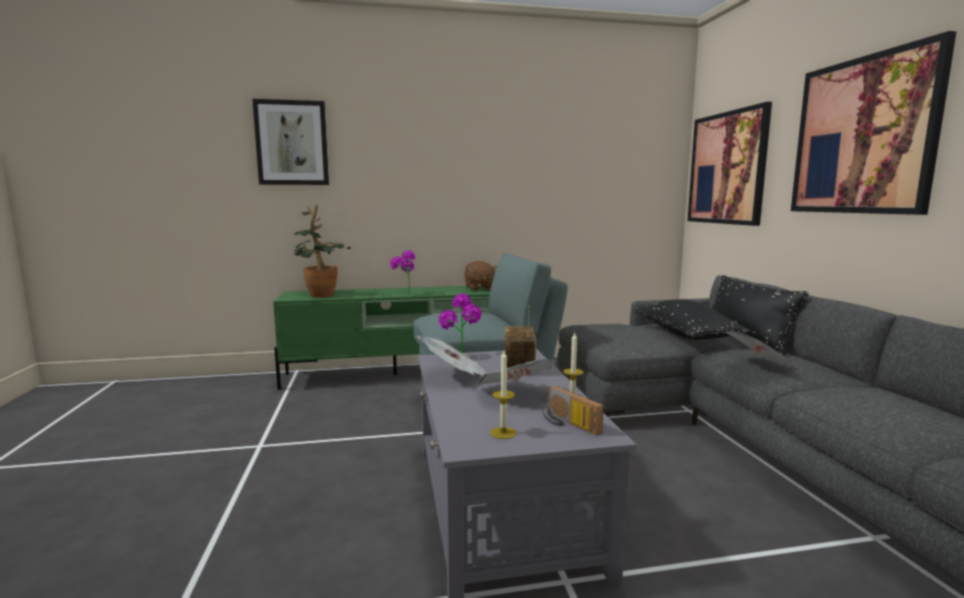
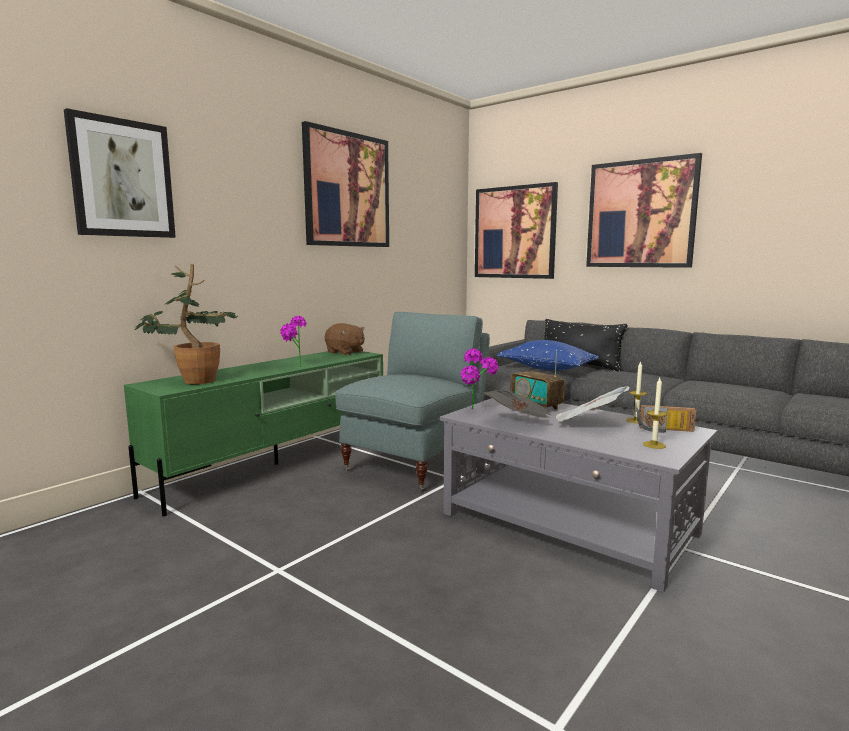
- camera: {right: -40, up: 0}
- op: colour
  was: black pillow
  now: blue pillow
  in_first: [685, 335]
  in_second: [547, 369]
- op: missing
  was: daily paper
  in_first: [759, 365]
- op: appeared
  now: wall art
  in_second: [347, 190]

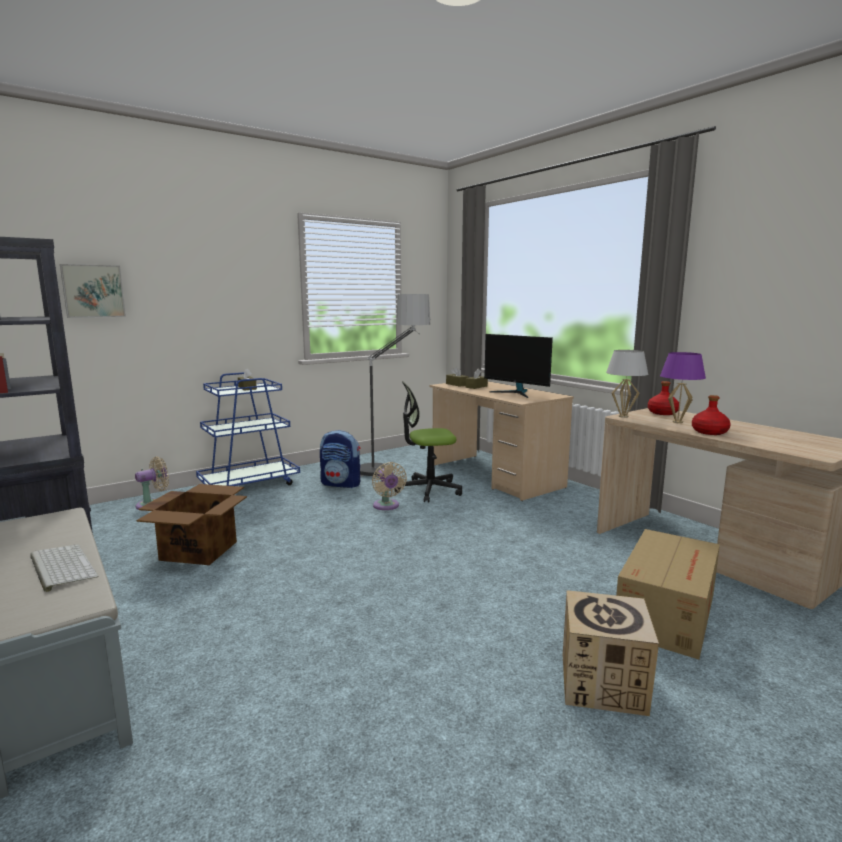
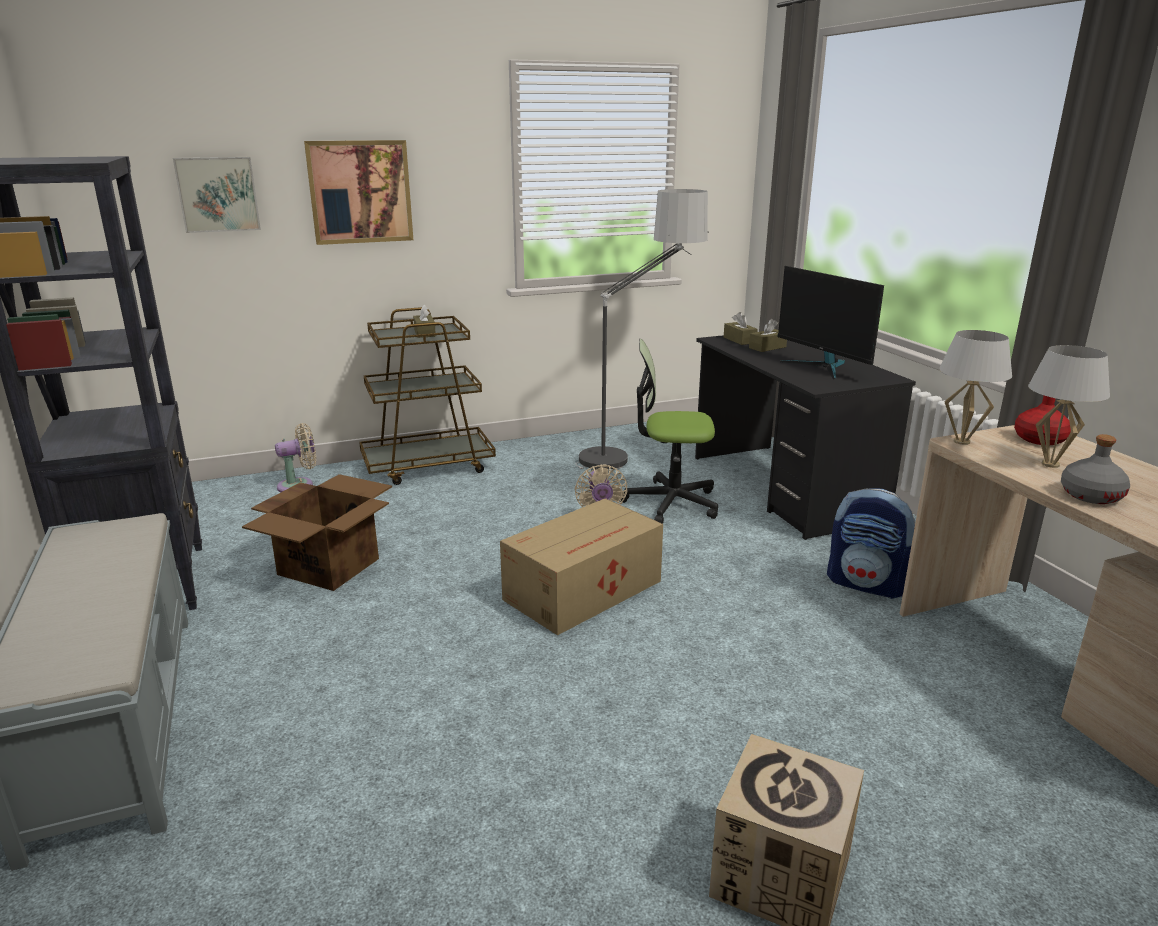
- camera: {right: 15, up: 10}
- op: missing
  was: keyboard
  in_first: [61, 567]
- op: colour
  was: blue wheeled cart
  now: brown-coloured wheeled cart
  in_first: [250, 484]
  in_second: [428, 466]
- op: relocated
  was: backpack
  in_first: [341, 484]
  in_second: [867, 584]
- op: colour
  was: sand-coloured desk table
  now: black desk table
  in_first: [495, 476]
  in_second: [784, 488]
- op: relocated
  was: cardboard box
  in_first: [667, 612]
  in_second: [585, 590]
- op: colour
  was: purple tabletop lamp
  now: whitish tabletop lamp
  in_first: [677, 422]
  in_second: [1051, 464]
- op: colour
  was: red-coloured drink bottle
  now: grey drink bottle
  in_first: [709, 432]
  in_second: [1090, 495]
- op: appeared
  now: wall art
  in_second: [360, 192]

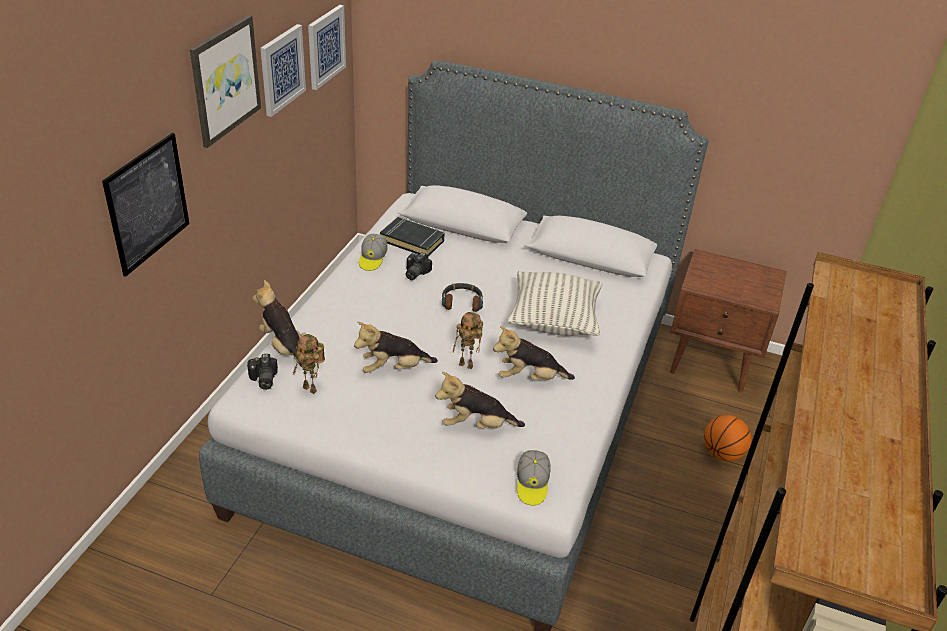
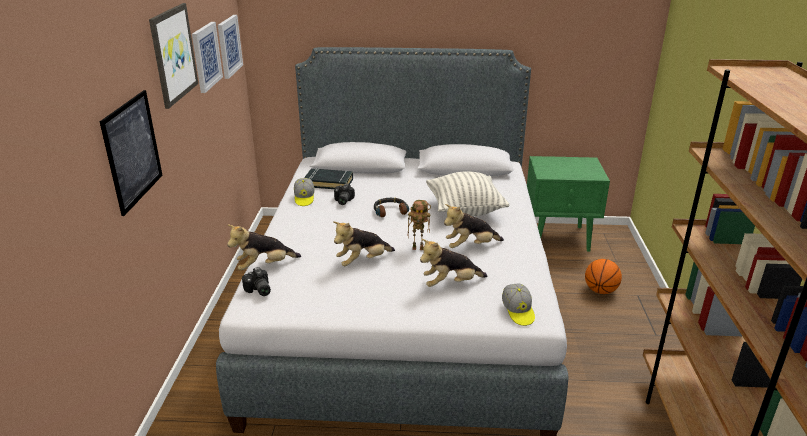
- camera: {right: -15, up: -10}
- op: spun
  was: soft toy
  in_first: [284, 348]
  in_second: [264, 266]
  clockwise: -60
- op: missing
  was: model robot
  in_first: [311, 389]
- op: colour
  was: brown-coloured night table
  now: green-coloured night table
  in_first: [712, 363]
  in_second: [559, 238]

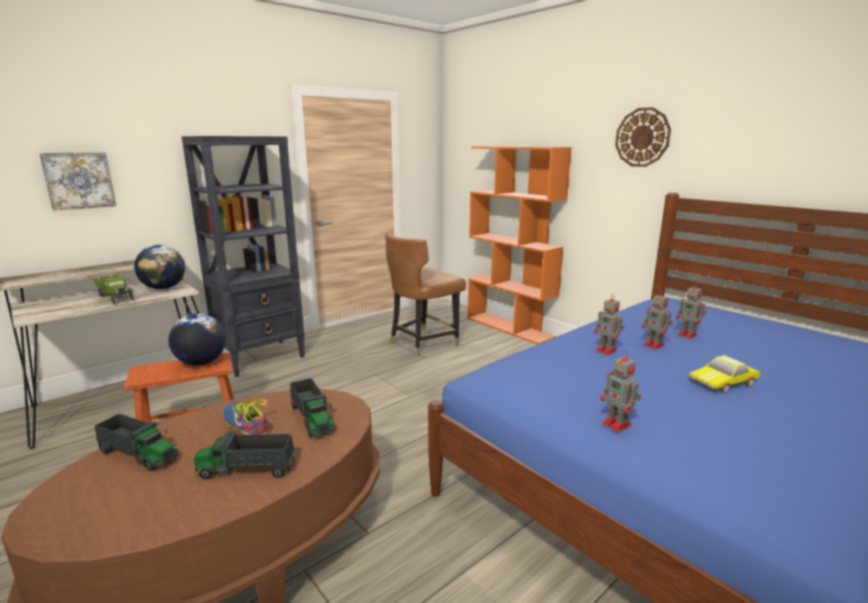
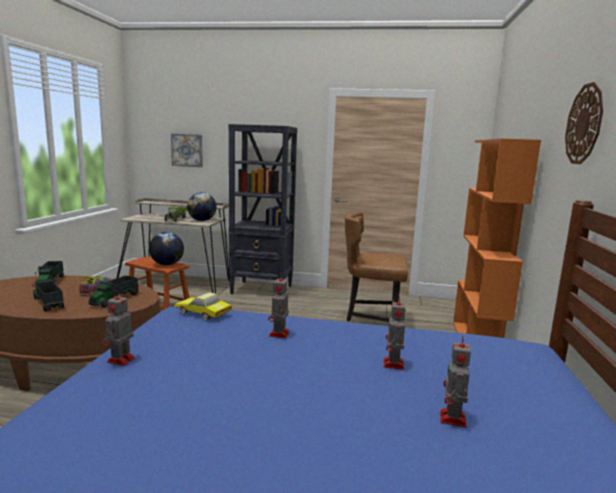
- camera: {right: 50, up: -5}
- op: relocated
  was: model robot
  in_first: [654, 345]
  in_second: [453, 420]
- op: relocated
  was: toy car
  in_first: [724, 382]
  in_second: [202, 313]

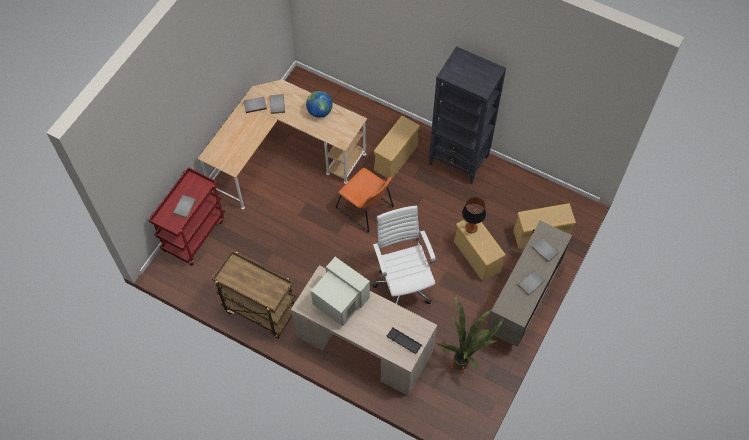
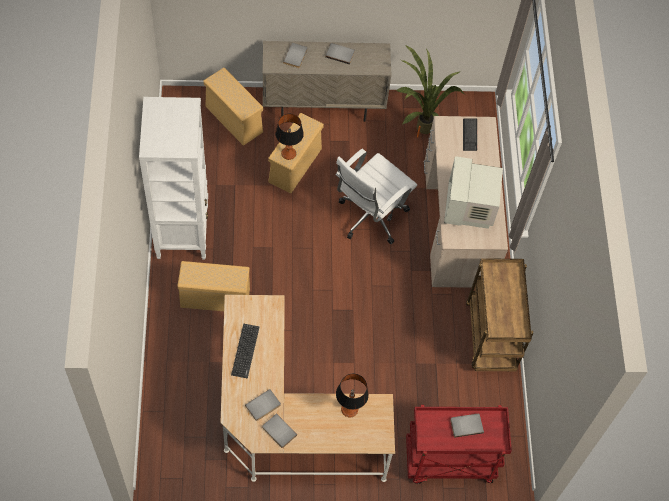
- camera: {right: -125, up: 0}
- op: exchanged
  was: globe
  now: keyboard
  in_first: [319, 111]
  in_second: [245, 351]
- op: missing
  was: orange plain chair
  in_first: [366, 209]
- op: colour
  was: black bookshelf
  now: whitish bookshelf
  in_first: [459, 161]
  in_second: [183, 231]
- op: appeared
  now: tabletop lamp
  in_second: [349, 409]

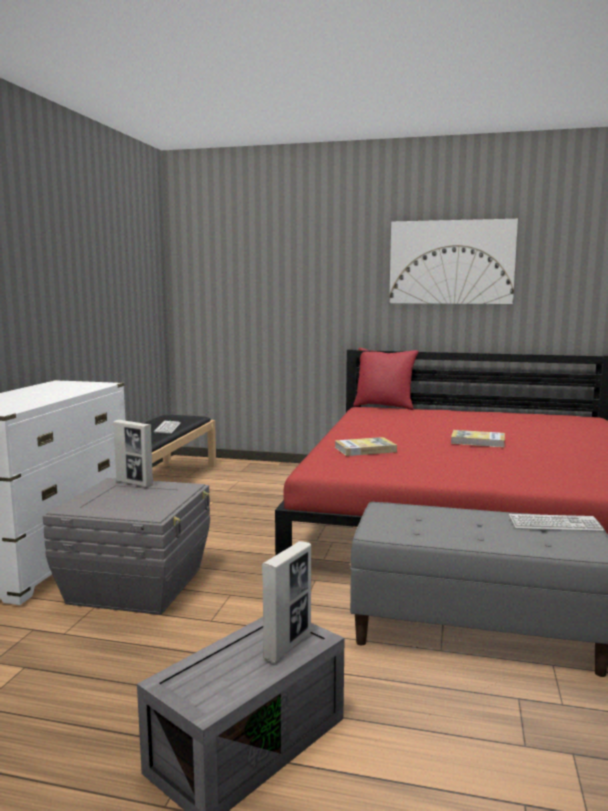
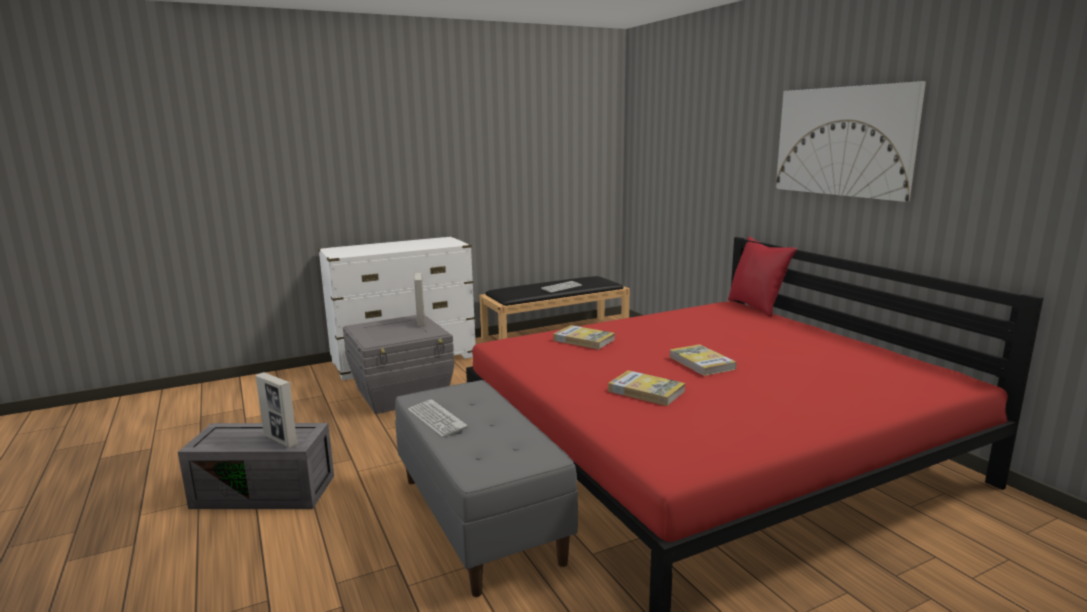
- camera: {right: 50, up: 5}
- op: spun
  was: photo frame
  in_first: [288, 645]
  in_second: [280, 440]
  clockwise: 45
- op: relocated
  was: keyboard
  in_first: [554, 524]
  in_second: [436, 419]
- op: appeared
  now: bound book
  in_second: [646, 391]

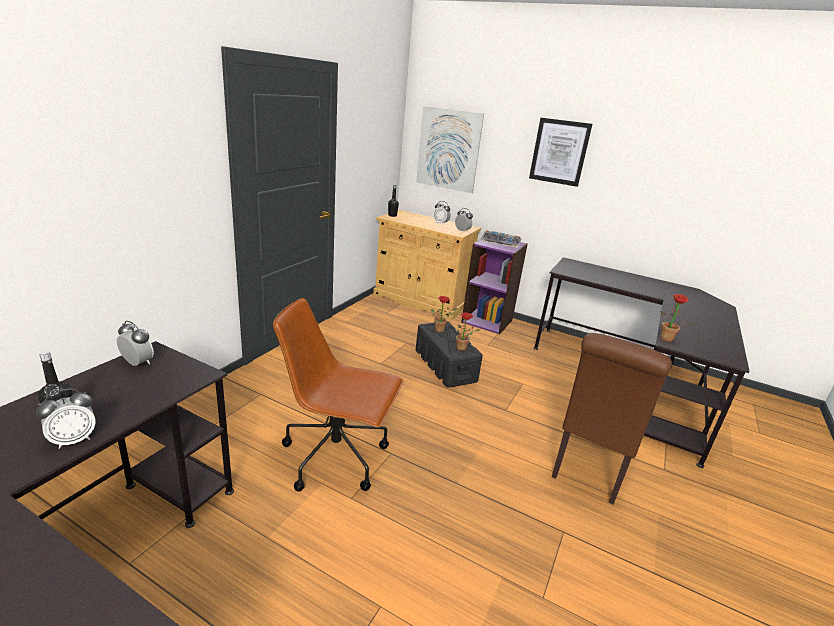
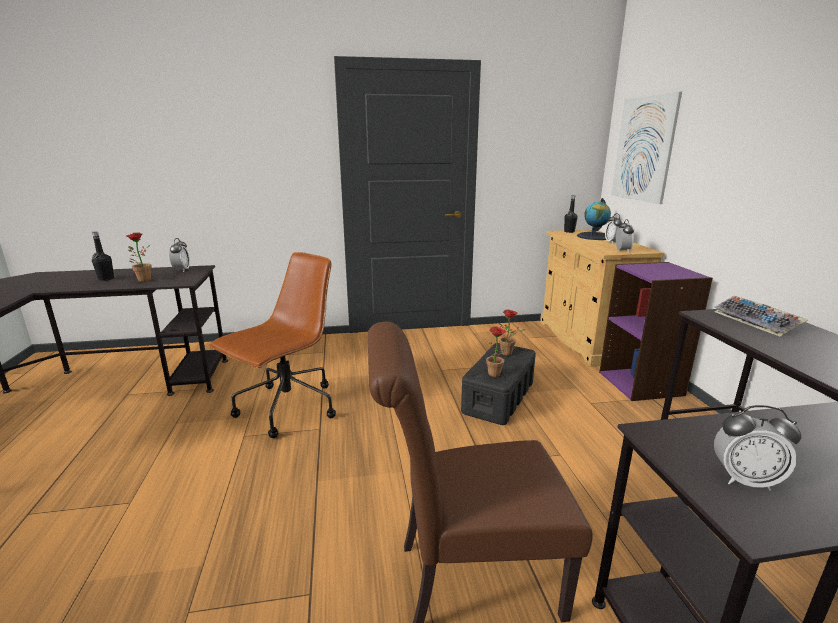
- camera: {right: 55, up: -5}
- op: relocated
  was: table clock
  in_first: [73, 440]
  in_second: [744, 480]
- op: spun
  was: brown-coloured desk chair
  in_first: [337, 457]
  in_second: [287, 409]
  clockwise: 60
- op: relocated
  was: keyboard
  in_first: [501, 242]
  in_second: [757, 322]
- op: missing
  was: wall art
  in_first: [559, 152]
- op: relocated
  was: potted plant
  in_first: [664, 339]
  in_second: [142, 279]
- op: appeared
  now: globe
  in_second: [594, 236]

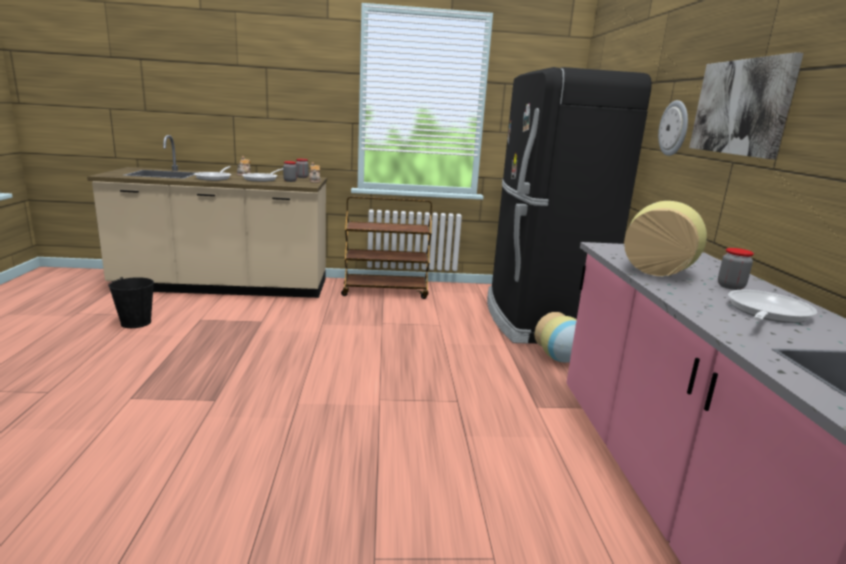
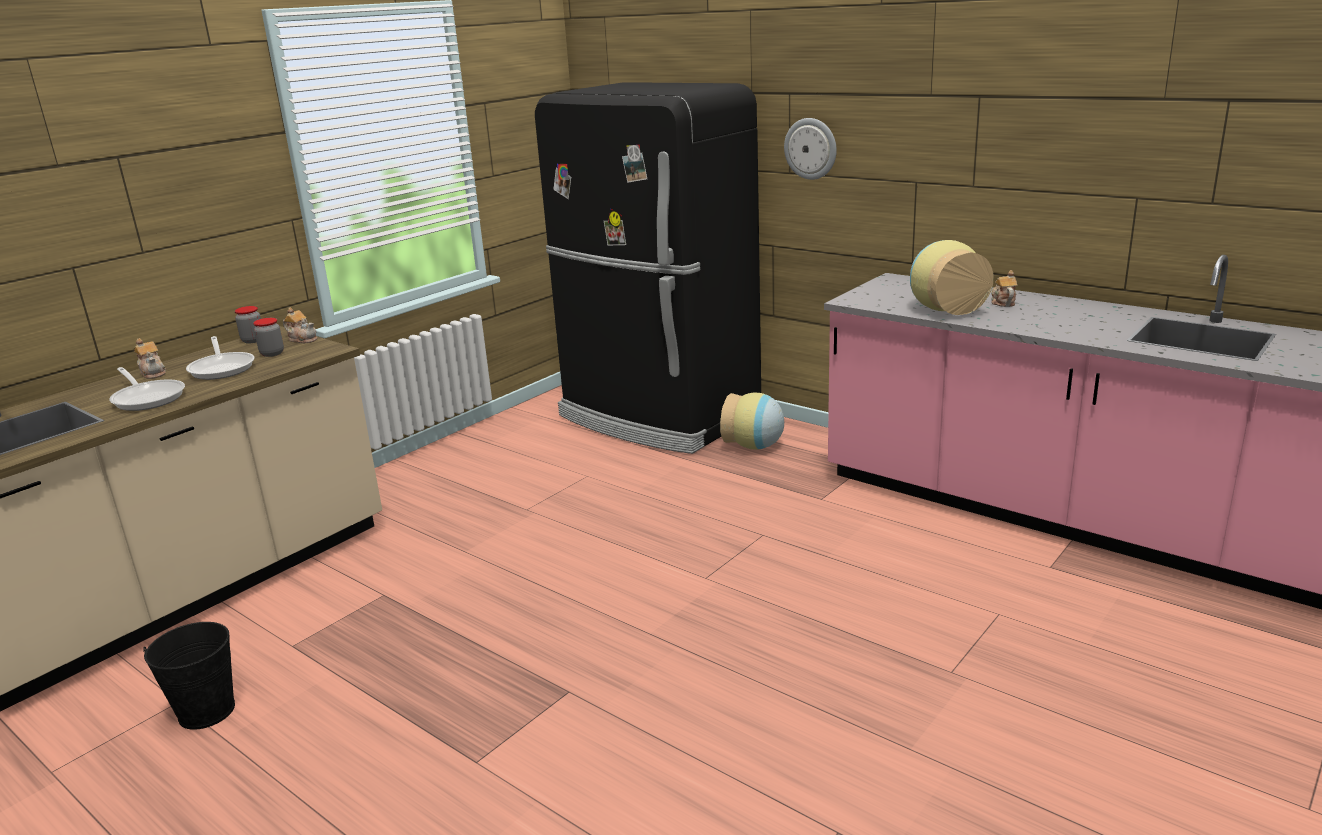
- camera: {right: -45, up: 5}
- op: missing
  was: brown-coloured wheeled cart
  in_first: [385, 291]
- op: missing
  was: wall art
  in_first: [741, 107]
- op: exchanged
  was: preserve jar
  now: tea pot
  in_first: [730, 286]
  in_second: [1002, 302]
- op: missing
  was: pan
  in_first: [766, 313]

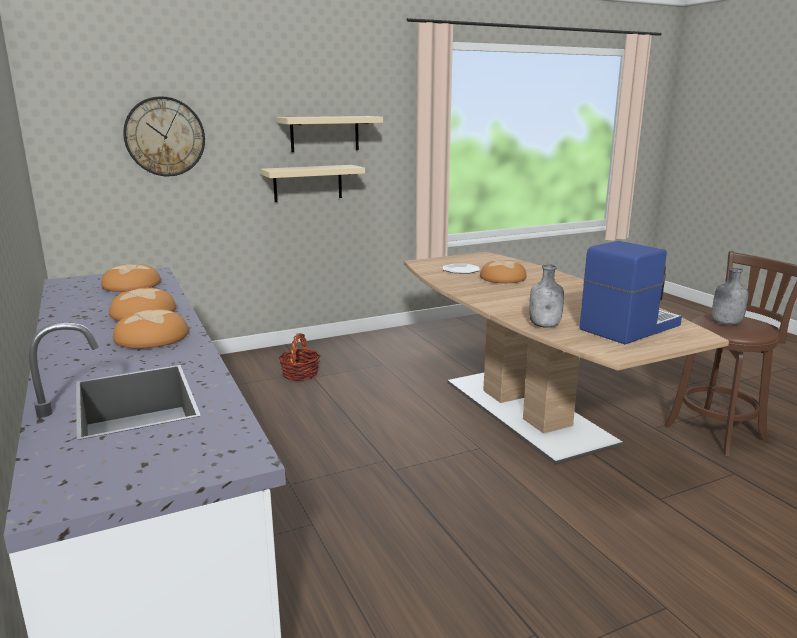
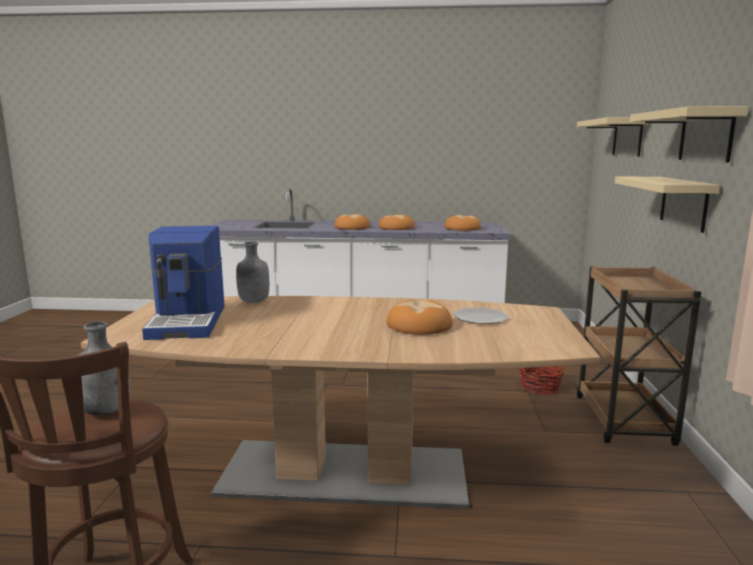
- camera: {right: 120, up: -5}
- op: exchanged
  was: wall clock
  now: sand-coloured shelf
  in_first: [164, 137]
  in_second: [627, 137]
- op: appeared
  now: brown-coloured wheeled cart
  in_second: [624, 421]

